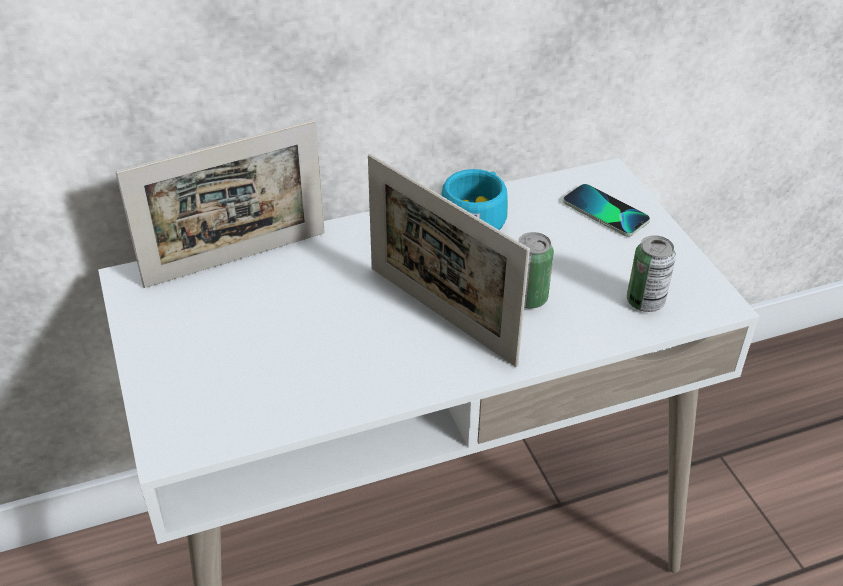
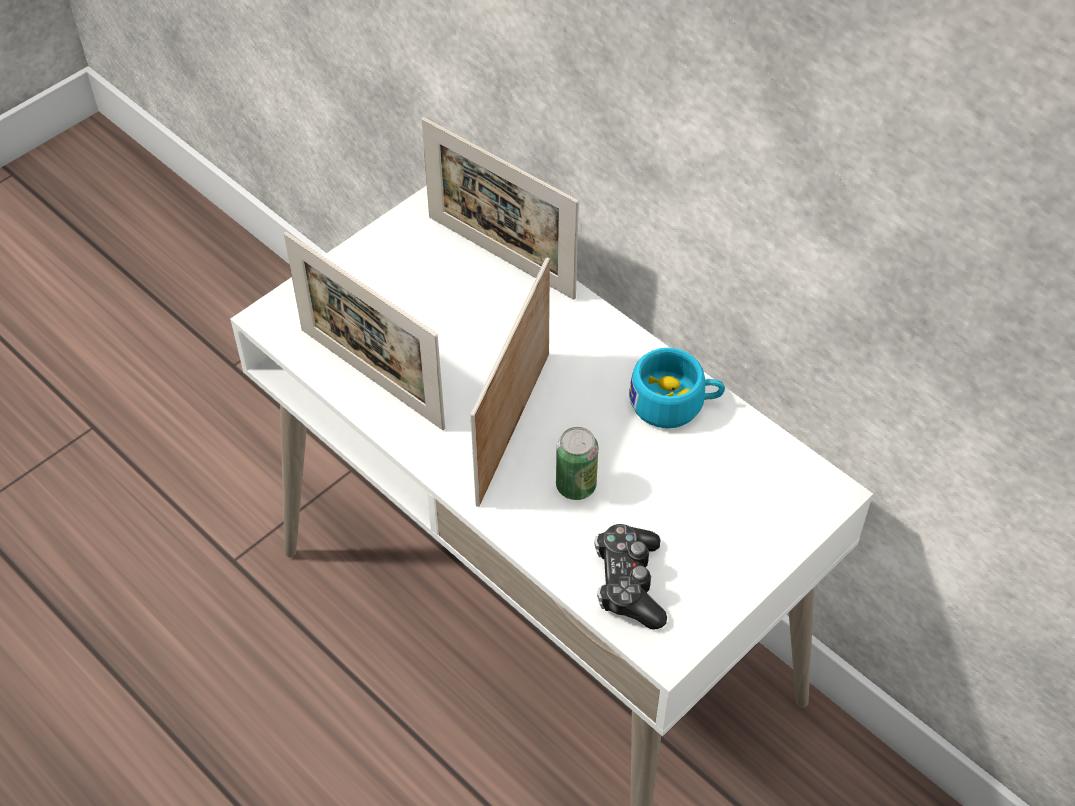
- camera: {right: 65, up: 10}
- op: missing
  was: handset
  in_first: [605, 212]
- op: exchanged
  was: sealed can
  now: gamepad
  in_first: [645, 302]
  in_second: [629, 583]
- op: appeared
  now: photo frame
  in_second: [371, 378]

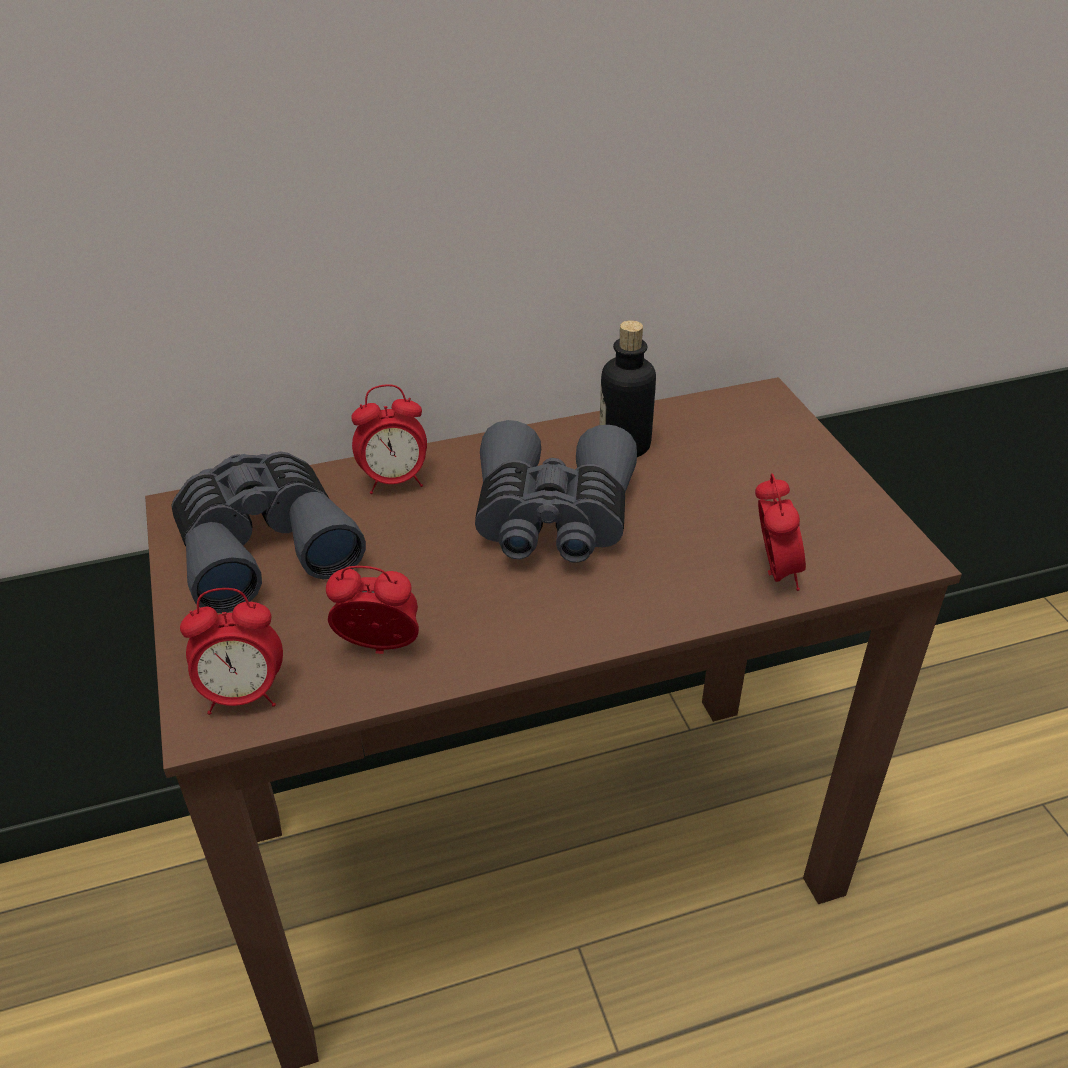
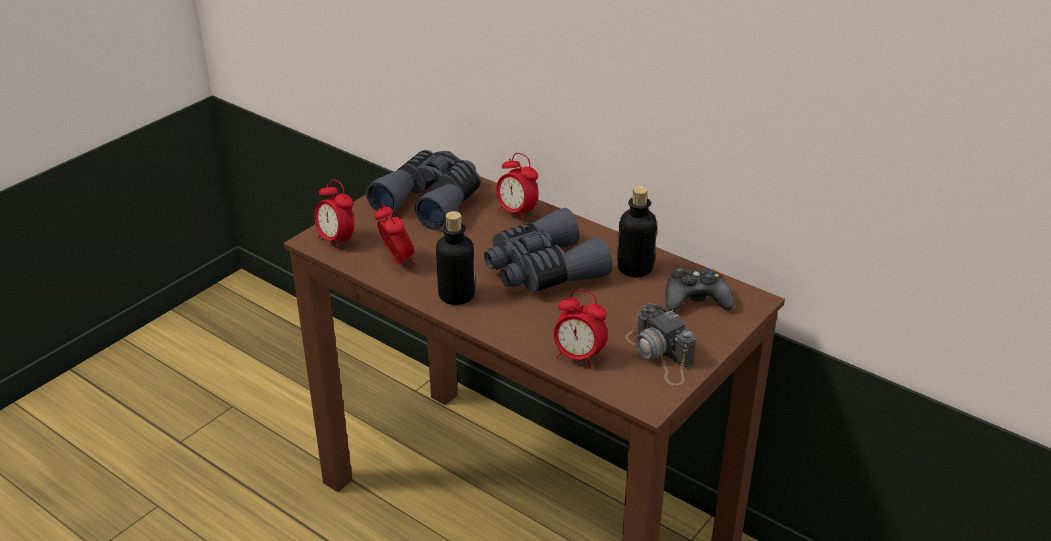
- camera: {right: 55, up: -5}
- op: spun
  was: table clock
  in_first: [773, 573]
  in_second: [578, 357]
  clockwise: 60
- op: appeared
  now: drink bottle
  in_second: [456, 295]
- op: appeared
  now: photo camera
  in_second: [660, 355]
- op: appeared
  now: black gamepad
  in_second: [696, 299]

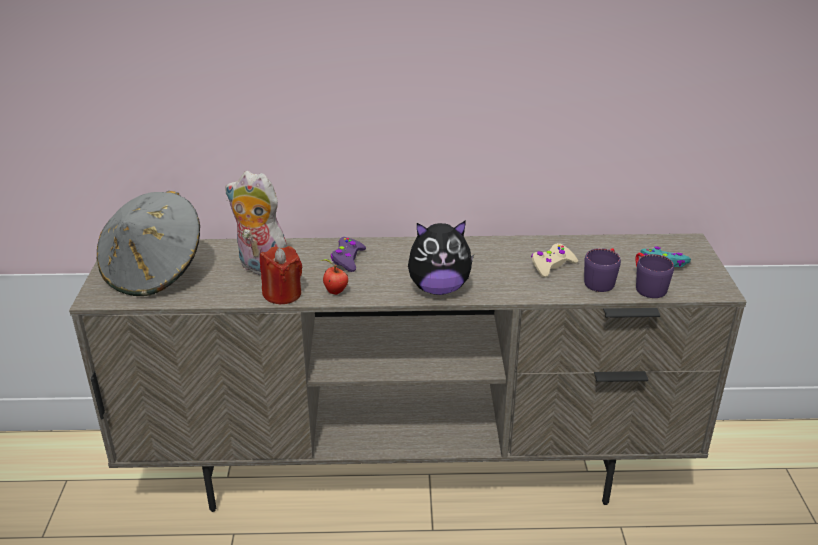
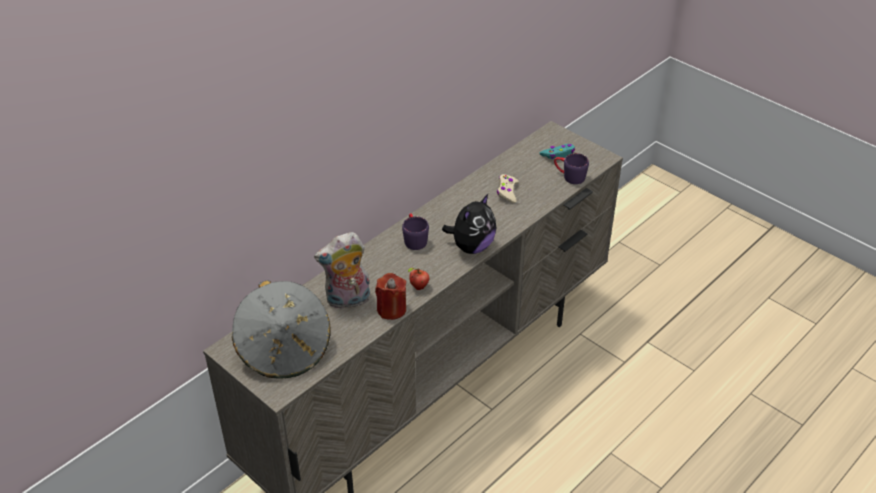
- camera: {right: -45, up: 10}
- op: missing
  was: purple gamepad
  in_first: [348, 259]
- op: relocated
  was: purple tea mug
  in_first: [601, 280]
  in_second: [414, 239]

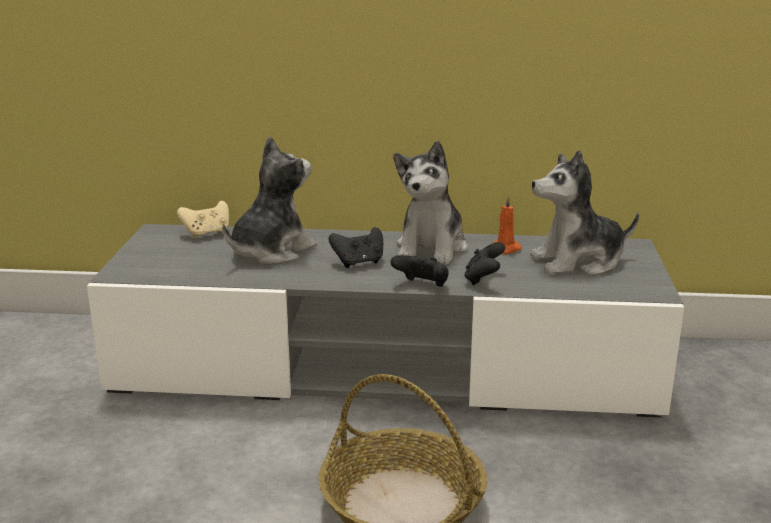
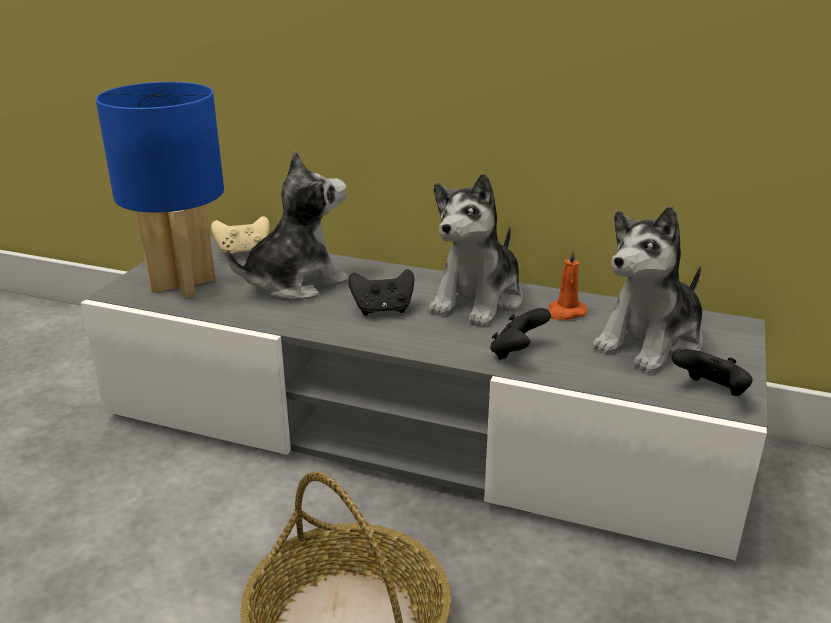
- camera: {right: 15, up: 5}
- op: relocated
  was: black gamepad
  in_first: [422, 286]
  in_second: [710, 392]
- op: spun
  was: soft toy
  in_first: [578, 262]
  in_second: [651, 343]
  clockwise: -45
- op: appeared
  now: blue tabletop lamp
  in_second: [184, 284]

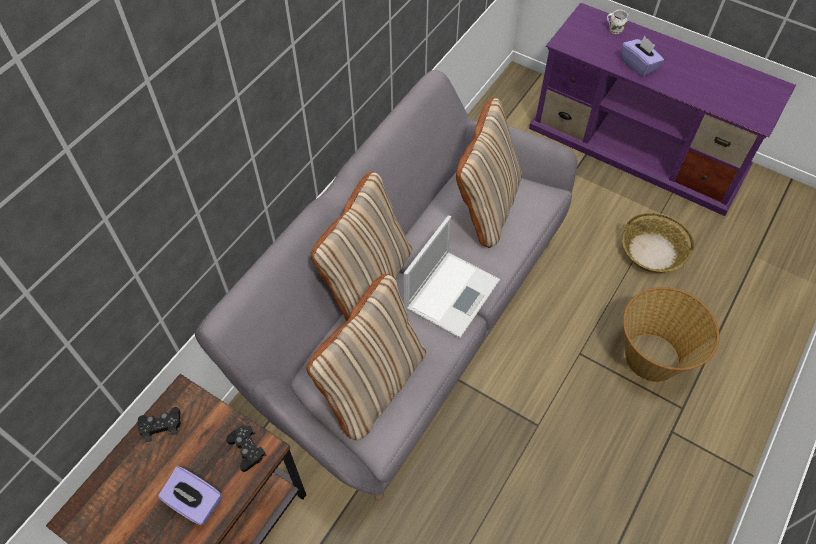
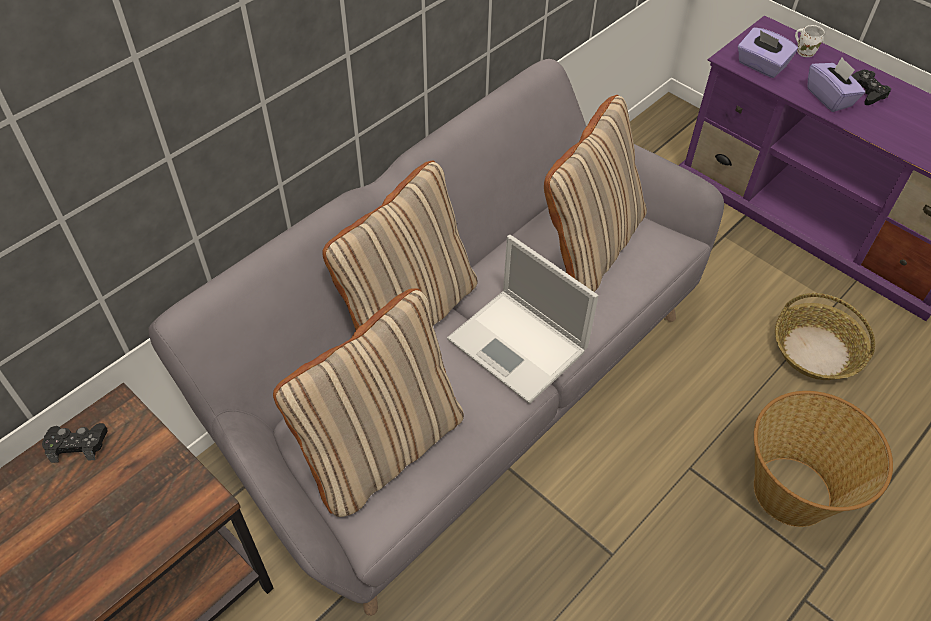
- camera: {right: 10, up: -5}
- op: relocated
  was: purple tissue box
  in_first: [195, 502]
  in_second: [761, 66]
- op: relocated
  was: black gamepad
  in_first: [247, 449]
  in_second: [866, 92]
- op: spun
  was: portable computer
  in_first: [452, 292]
  in_second: [519, 346]
  clockwise: 90

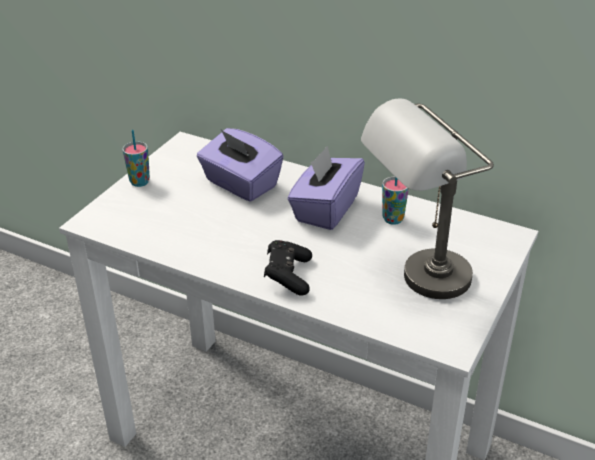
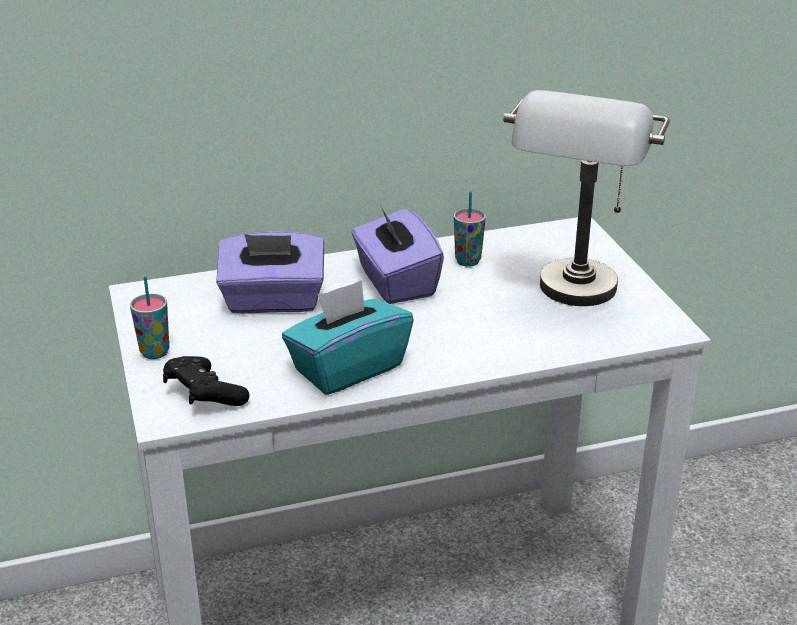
- camera: {right: -45, up: -5}
- op: relocated
  was: black gamepad
  in_first: [288, 276]
  in_second: [204, 396]
- op: appeared
  now: turquoise tissue box
  in_second: [348, 368]

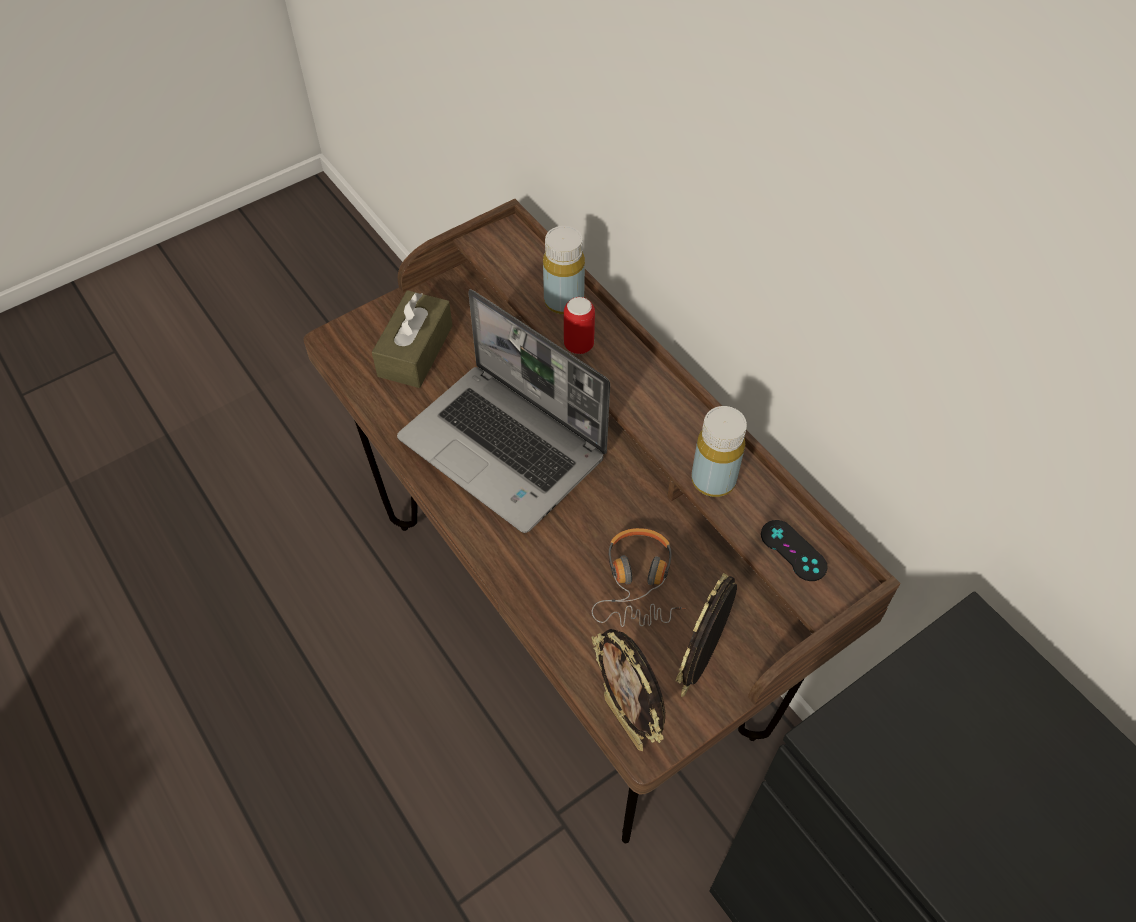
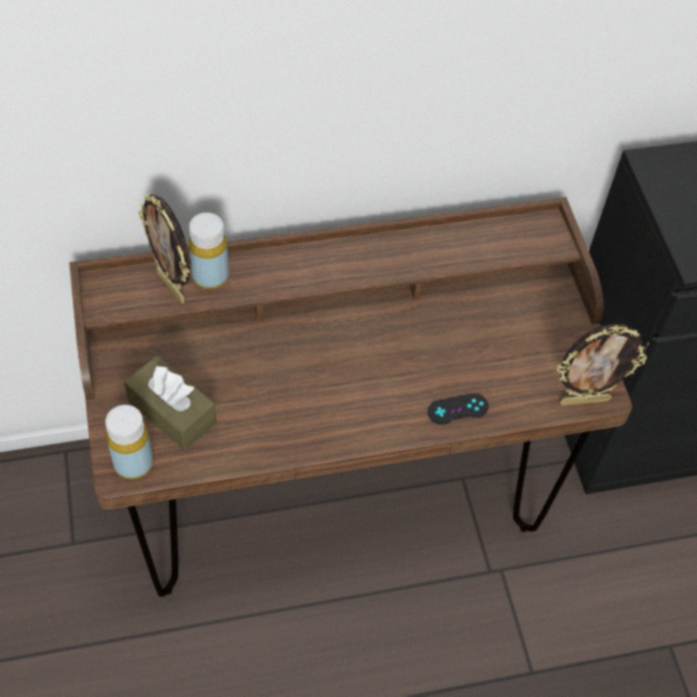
- camera: {right: -70, up: 0}
- op: missing
  was: portable computer
  in_first: [505, 448]
- op: missing
  was: sealed can
  in_first: [578, 345]
- op: missing
  was: headphones
  in_first: [638, 584]
- op: relocated
  was: photo frame
  in_first: [698, 672]
  in_second: [172, 287]
- op: relocated
  was: yellowish drink bottle
  in_first: [713, 480]
  in_second: [133, 463]
- op: relocated
  was: black gamepad
  in_first: [793, 550]
  in_second: [458, 409]

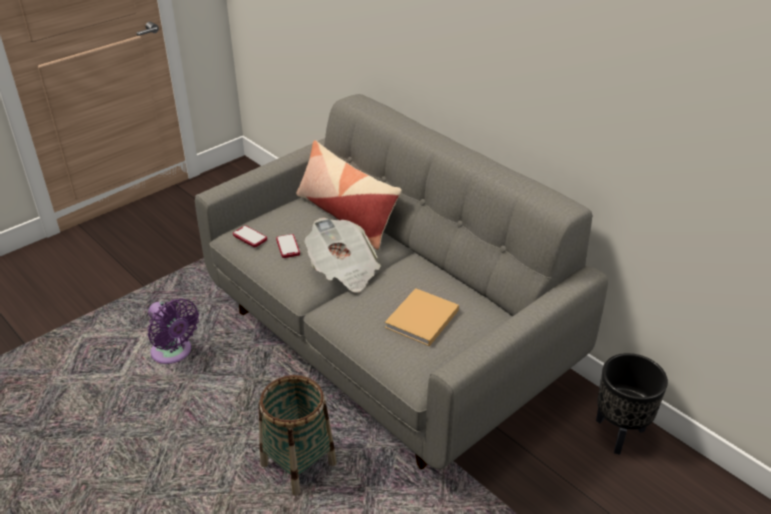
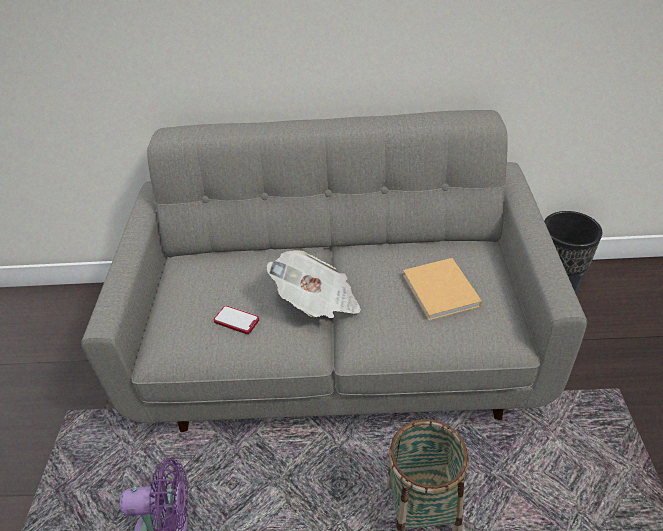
- camera: {right: -45, up: 5}
- op: missing
  was: handset
  in_first: [250, 237]
- op: missing
  was: pillow
  in_first: [346, 215]

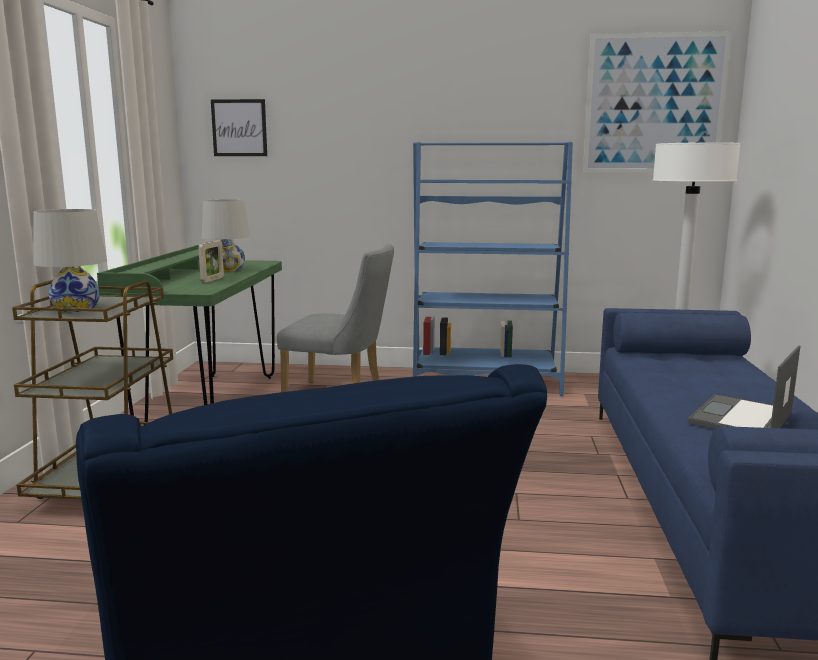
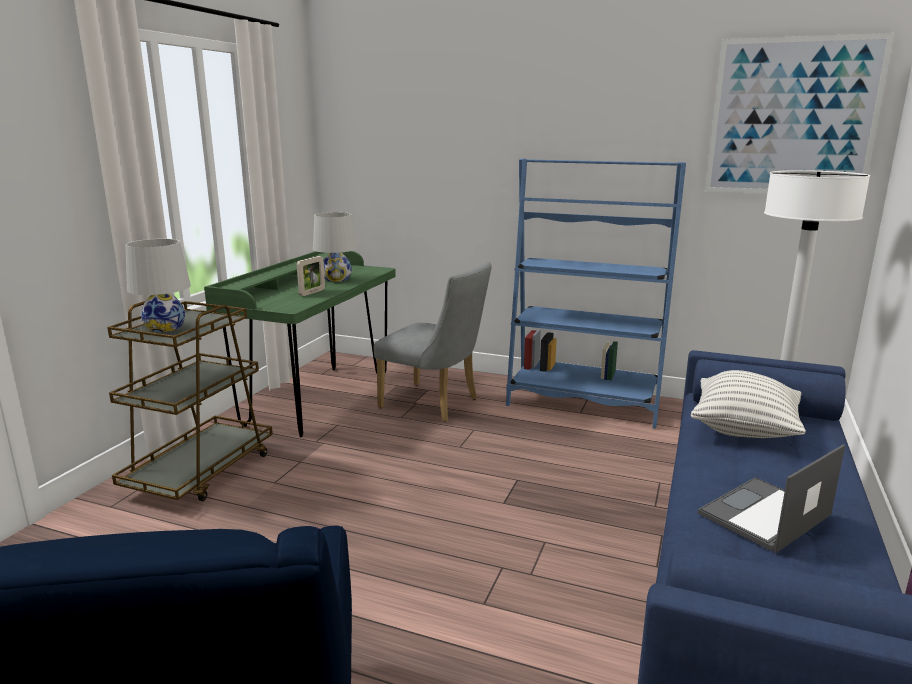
- camera: {right: 15, up: 5}
- op: missing
  was: wall art
  in_first: [239, 128]
- op: appeared
  now: pillow
  in_second: [744, 430]

